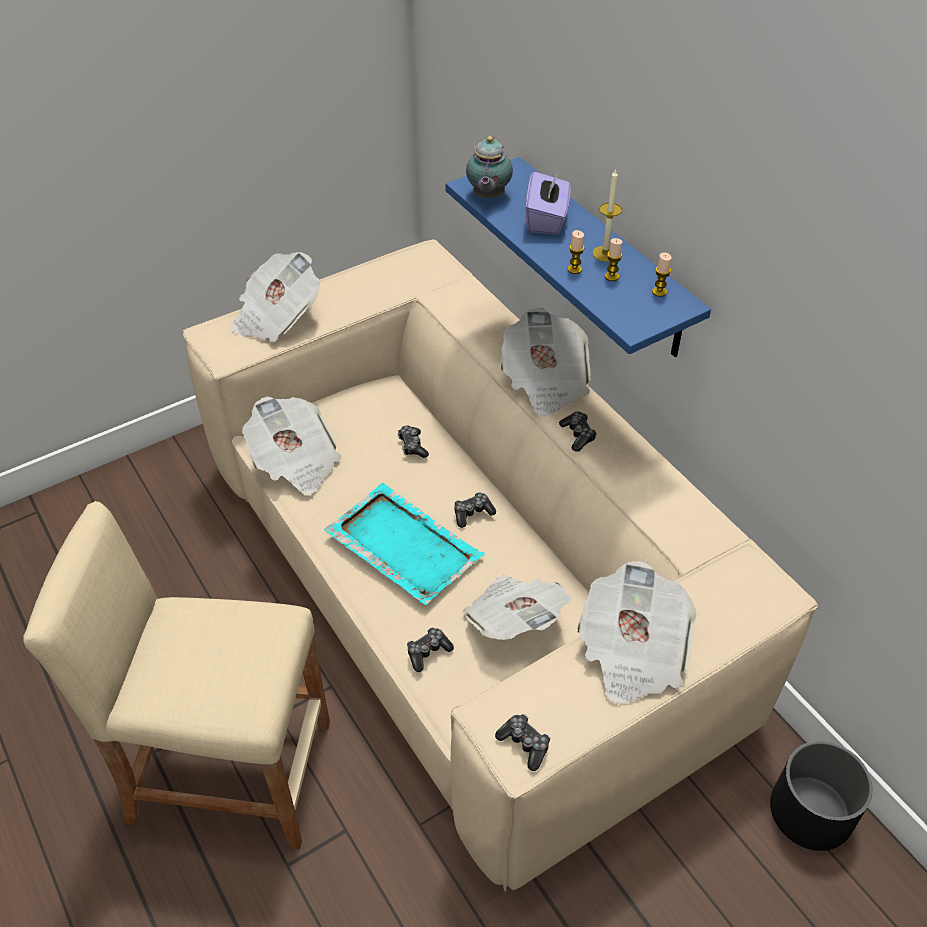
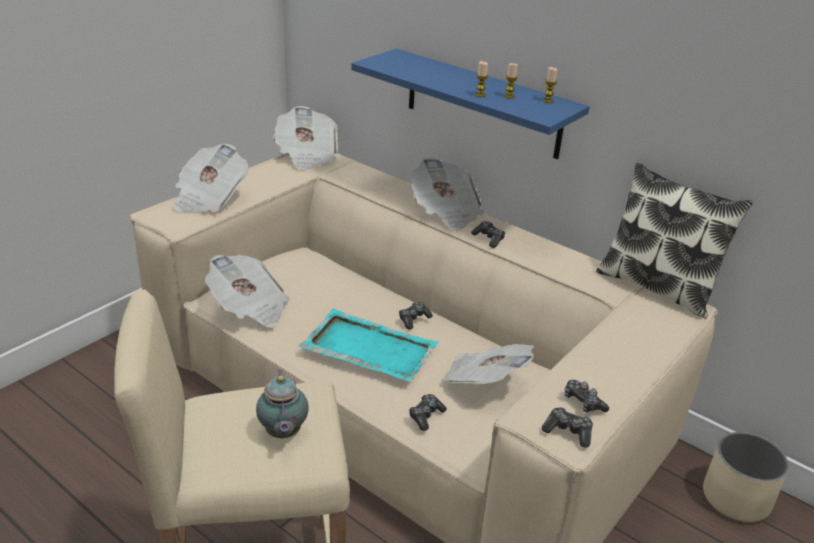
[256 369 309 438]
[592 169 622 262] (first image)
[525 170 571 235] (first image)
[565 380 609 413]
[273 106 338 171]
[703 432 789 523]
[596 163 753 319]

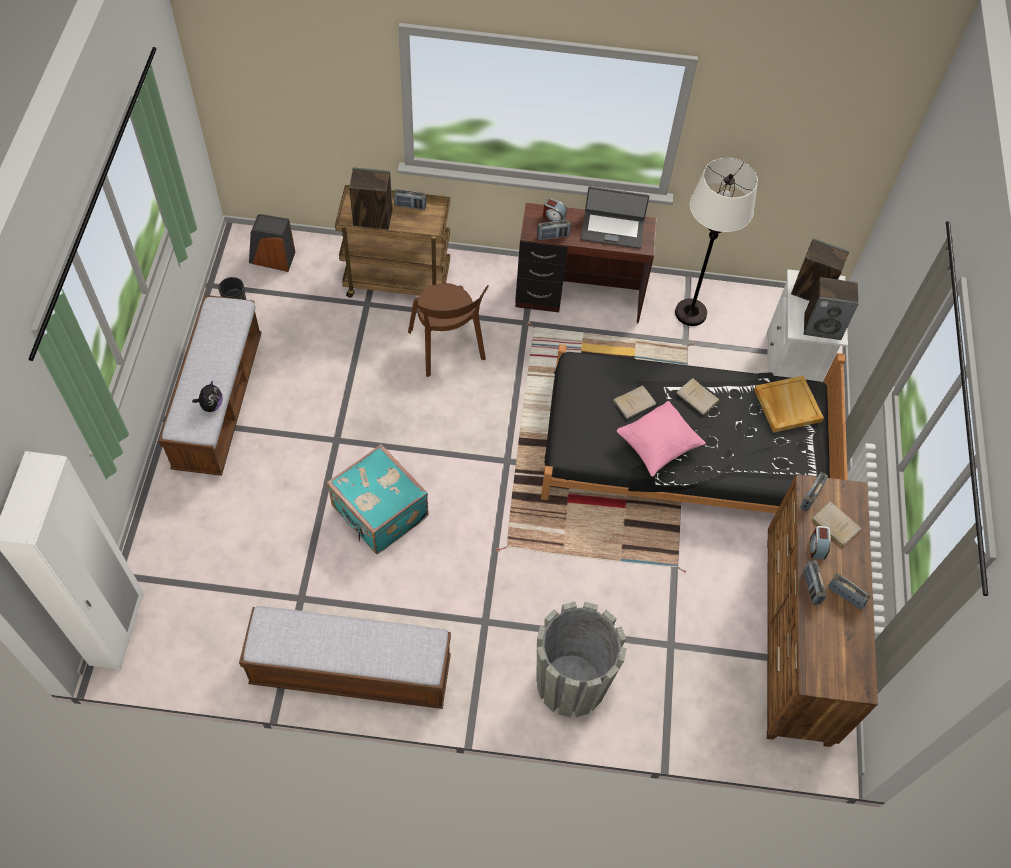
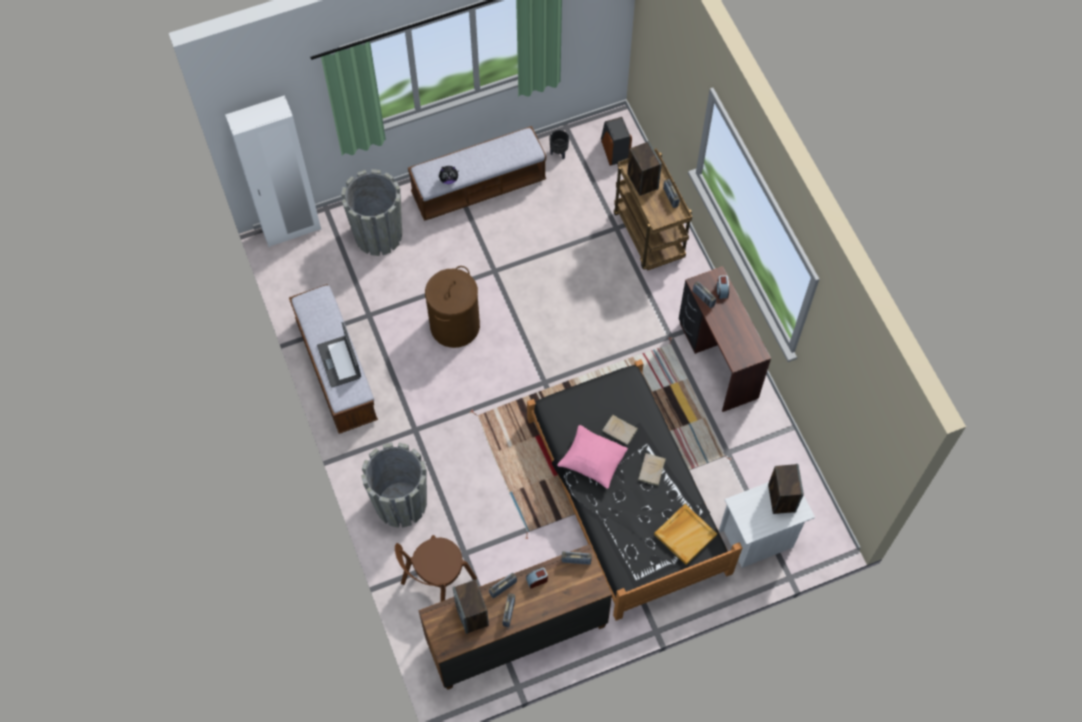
[675 158 758 326] (first image)
[317 322 361 388]
[453 580 489 634]
[395 535 477 602]
[425 266 480 348]
[812 501 861 547] (first image)
[341 169 402 256]

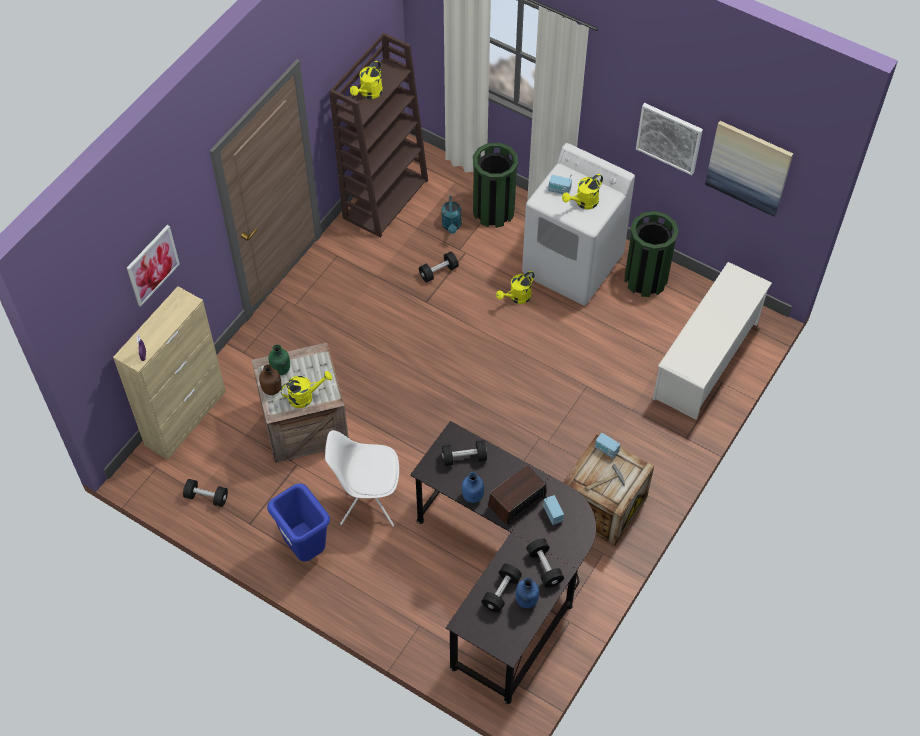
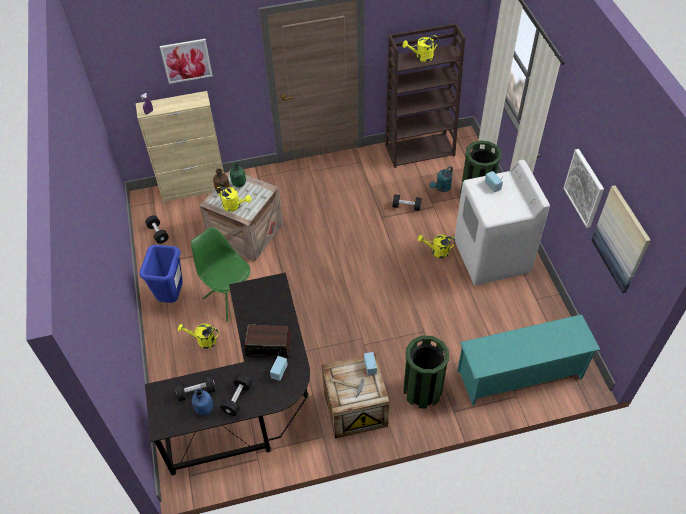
[178 324 219 349]
[404 336 449 409]
[457 314 601 406]
[191 227 251 322]
[442 440 487 466] (first image)
[462 472 484 503] (first image)

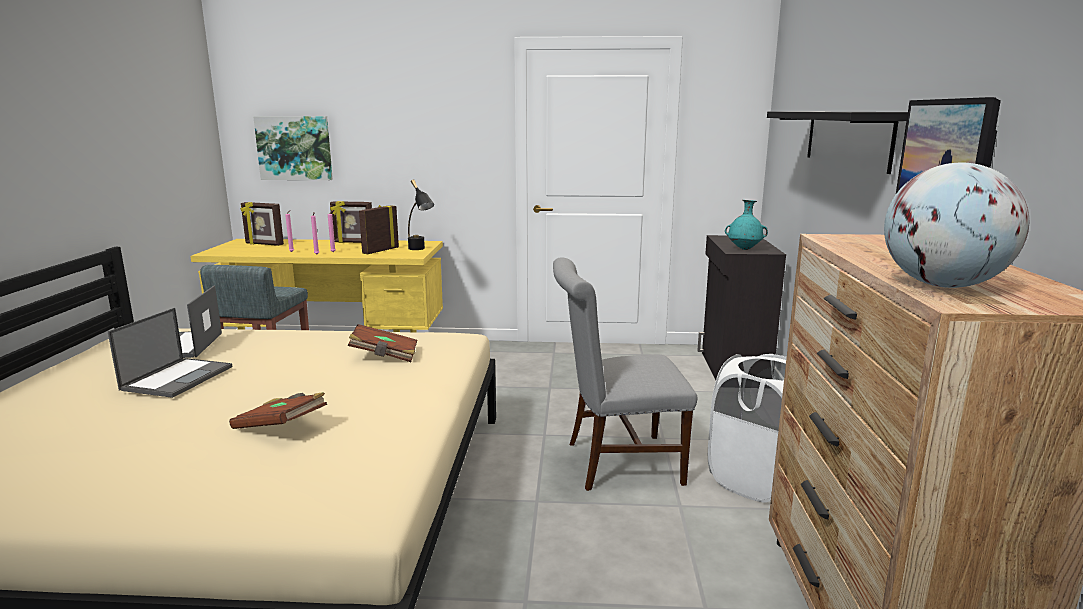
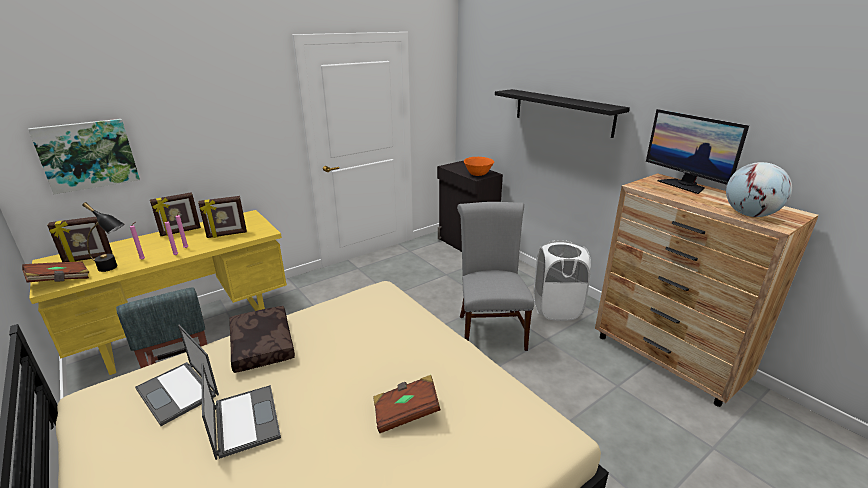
[82 202 124 272]
[464 157 494 176]
[198 196 247 238]
[457 202 534 351]
[22 262 89 283]
[229 306 295 373]

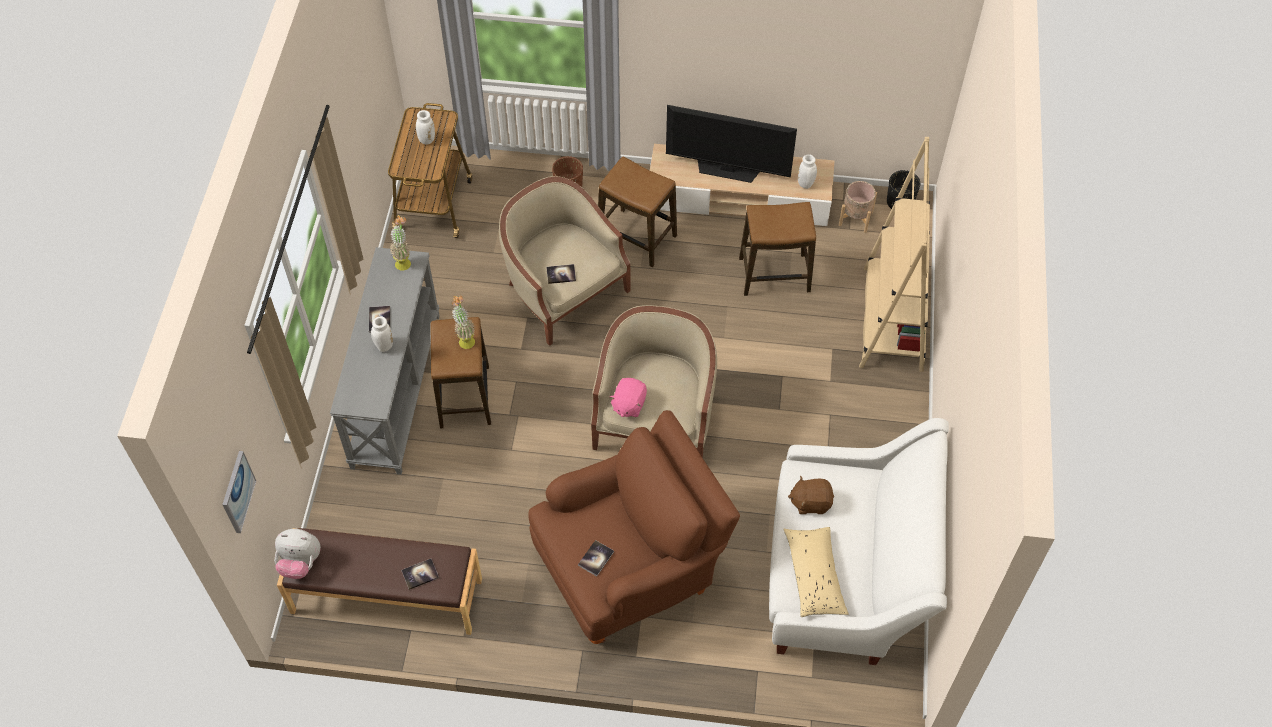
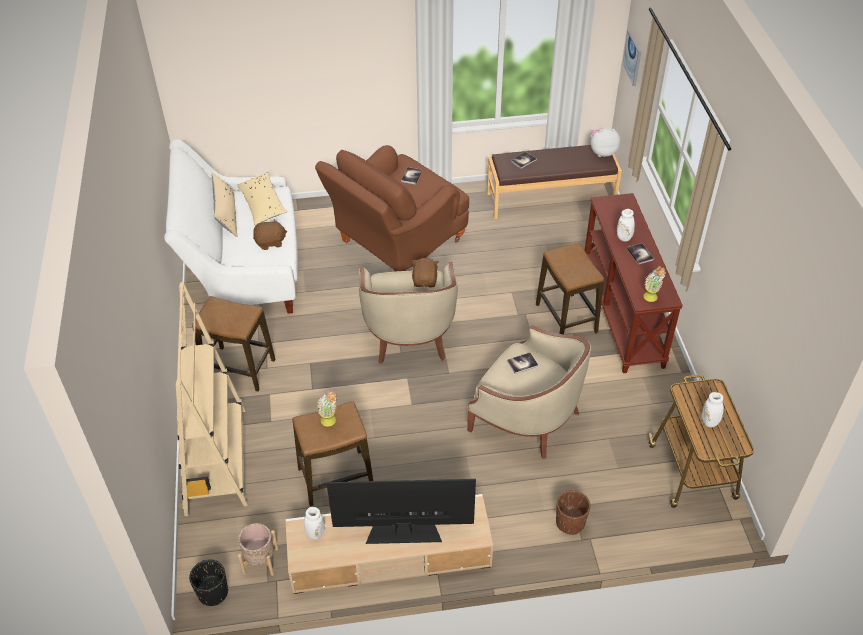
[192 296 276 392]
[585 193 683 373]
[317 391 337 427]
[412 258 439 287]
[212 173 237 237]

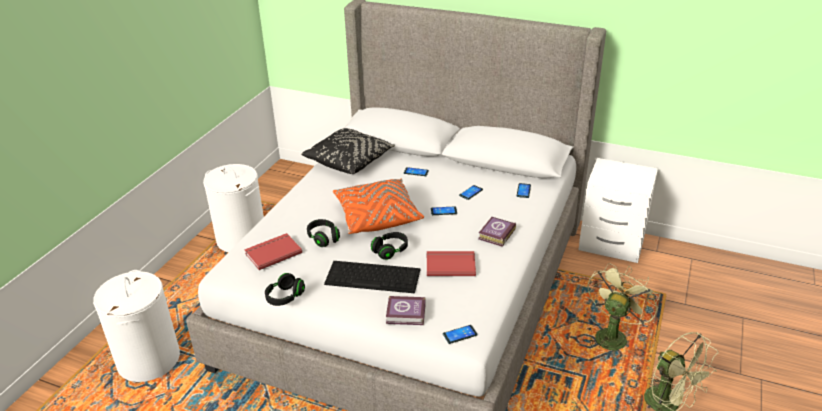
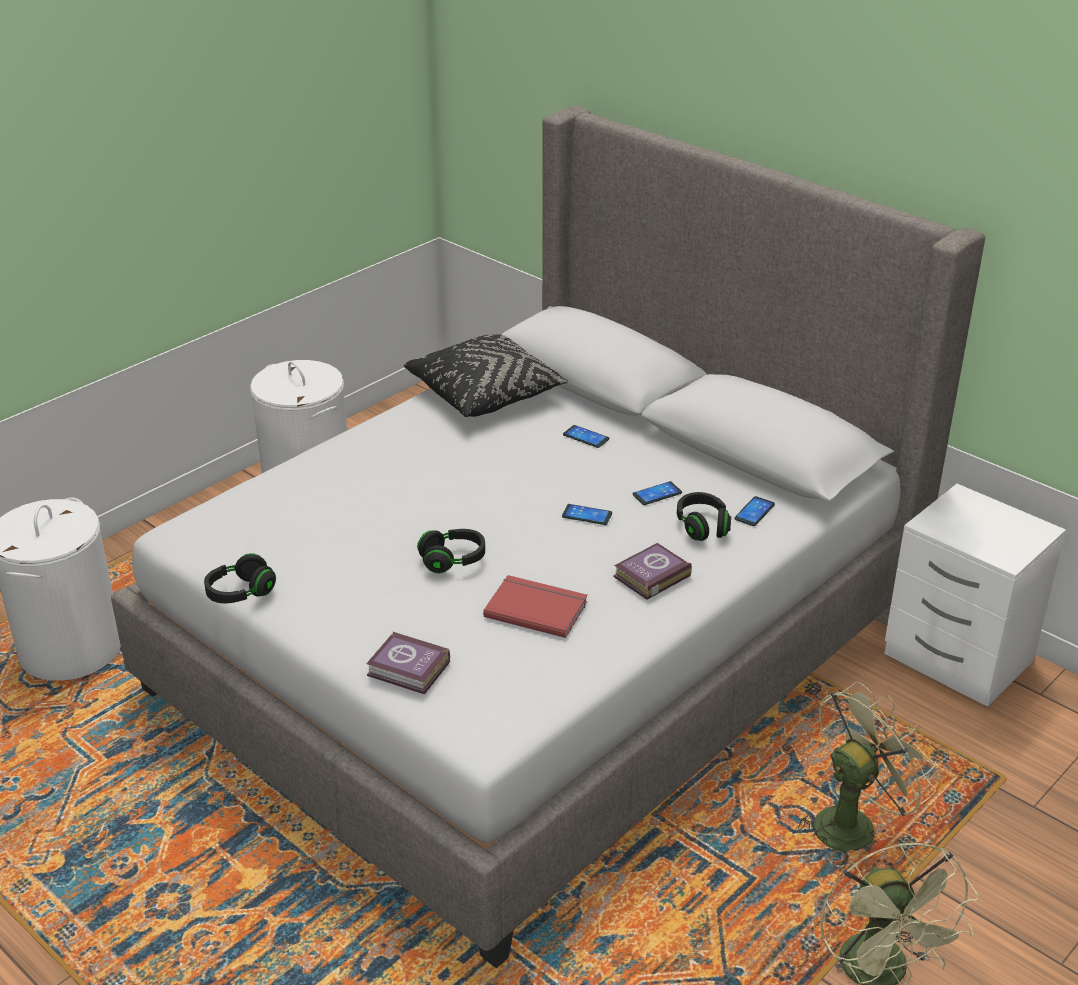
[333 178 424 234] (first image)
[677 492 731 541]
[244 233 302 270] (first image)
[324 261 421 293] (first image)
[443 325 477 344] (first image)

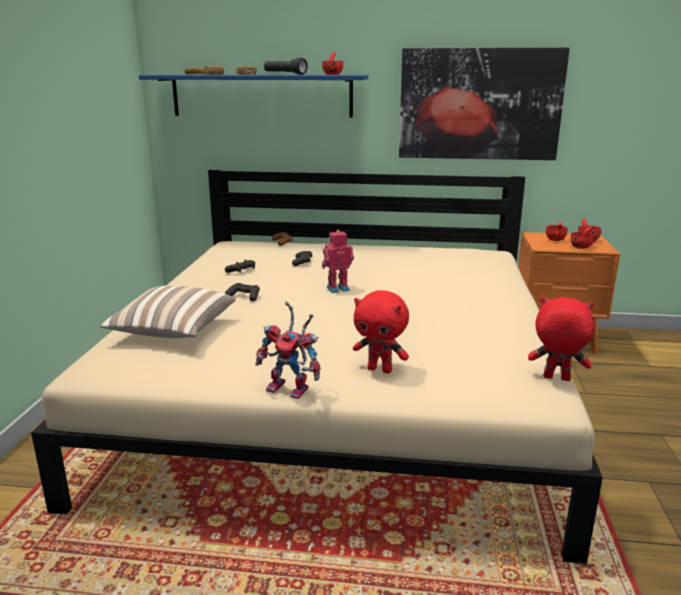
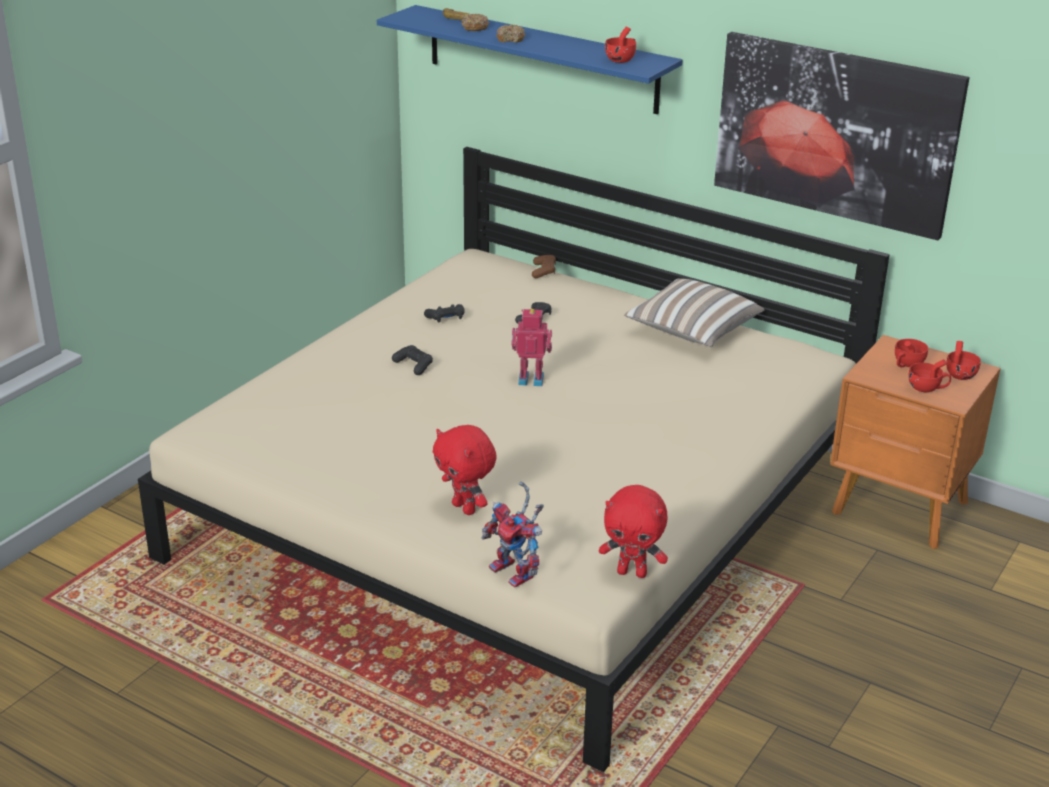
[264 58 308 75] (first image)
[624 278 765 347]
[599 485 668 578]
[482 481 544 588]

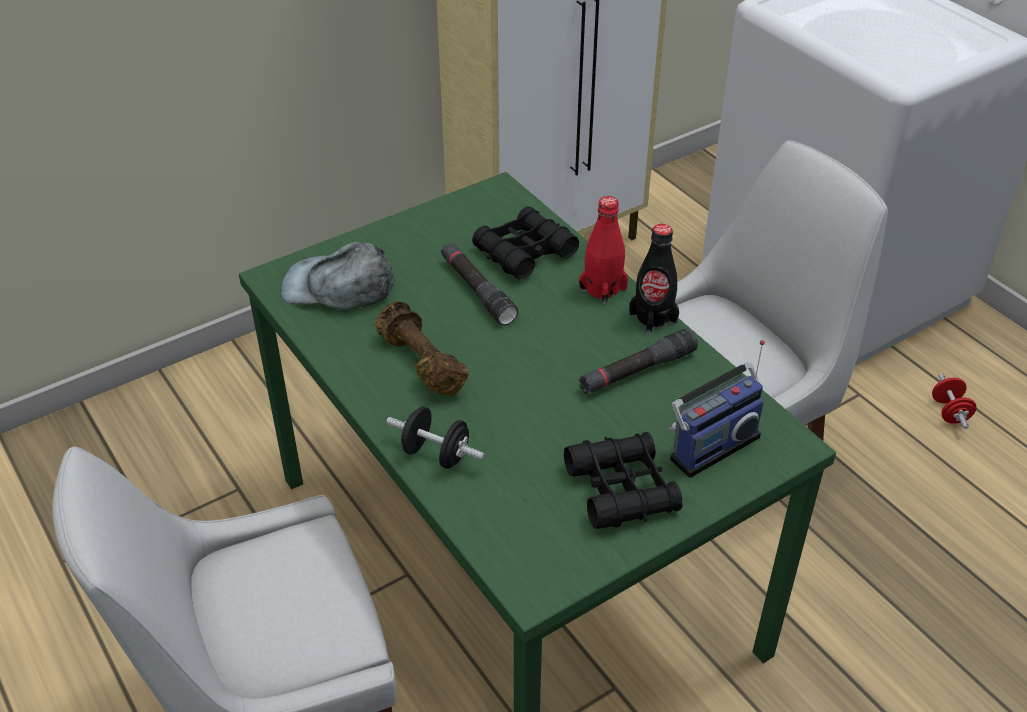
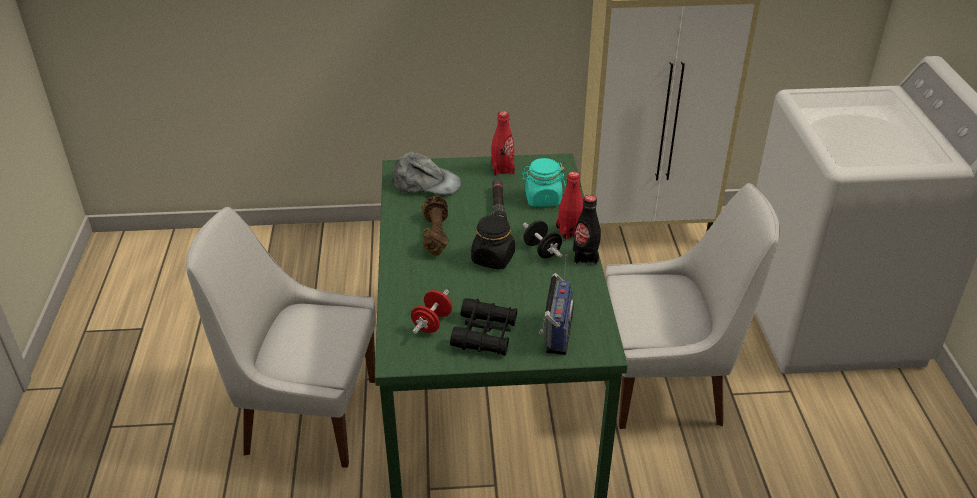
[521 158 566 207]
[392 152 462 195]
[579 328 698 394] (first image)
[539 254 574 355]
[411 290 452 334]
[523 221 562 258]
[491 111 515 176]
[471 213 515 270]

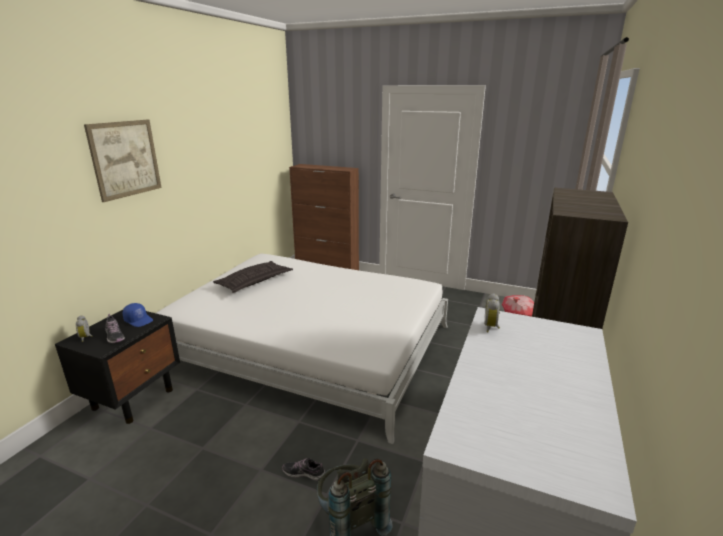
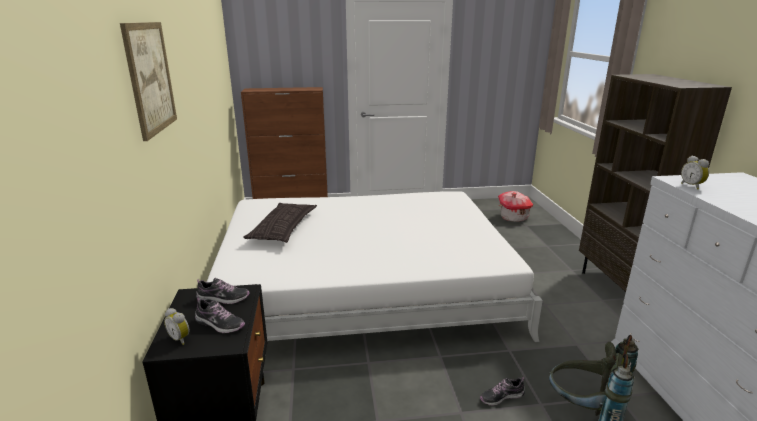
[196 278 250 304]

